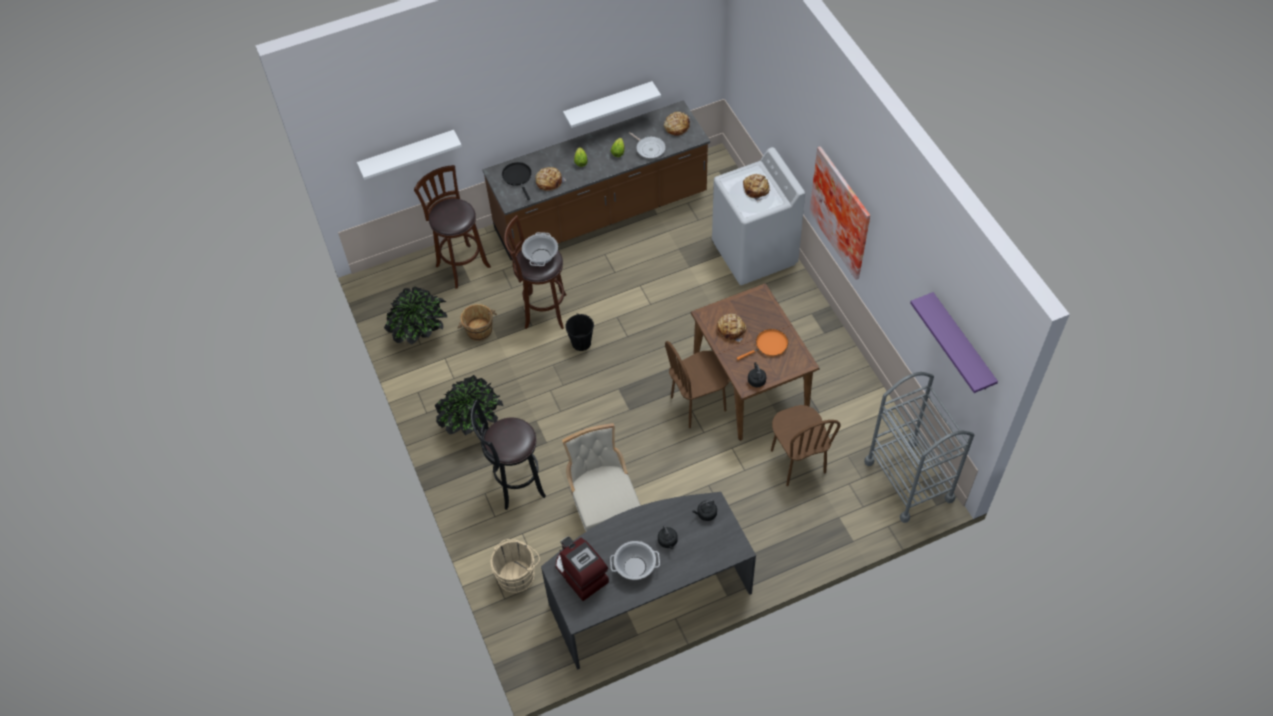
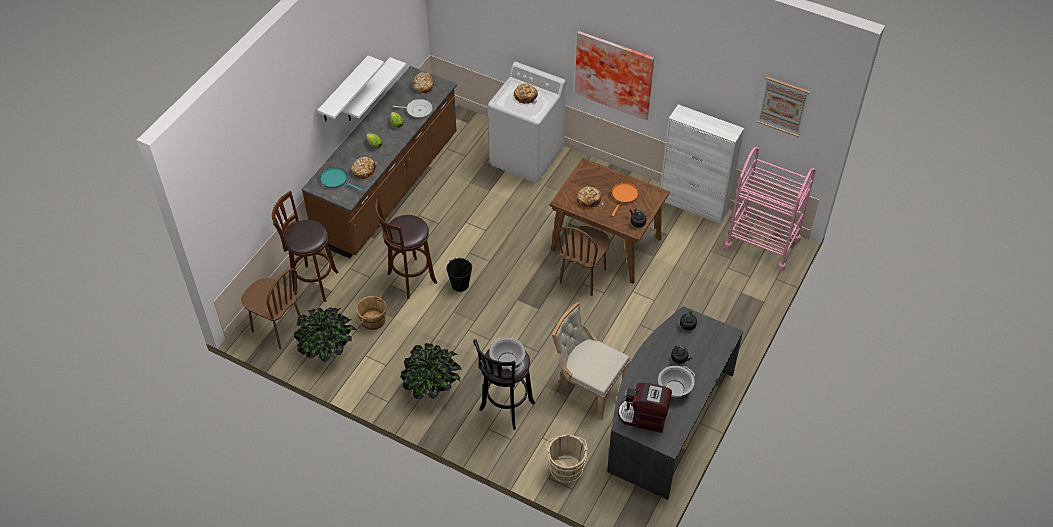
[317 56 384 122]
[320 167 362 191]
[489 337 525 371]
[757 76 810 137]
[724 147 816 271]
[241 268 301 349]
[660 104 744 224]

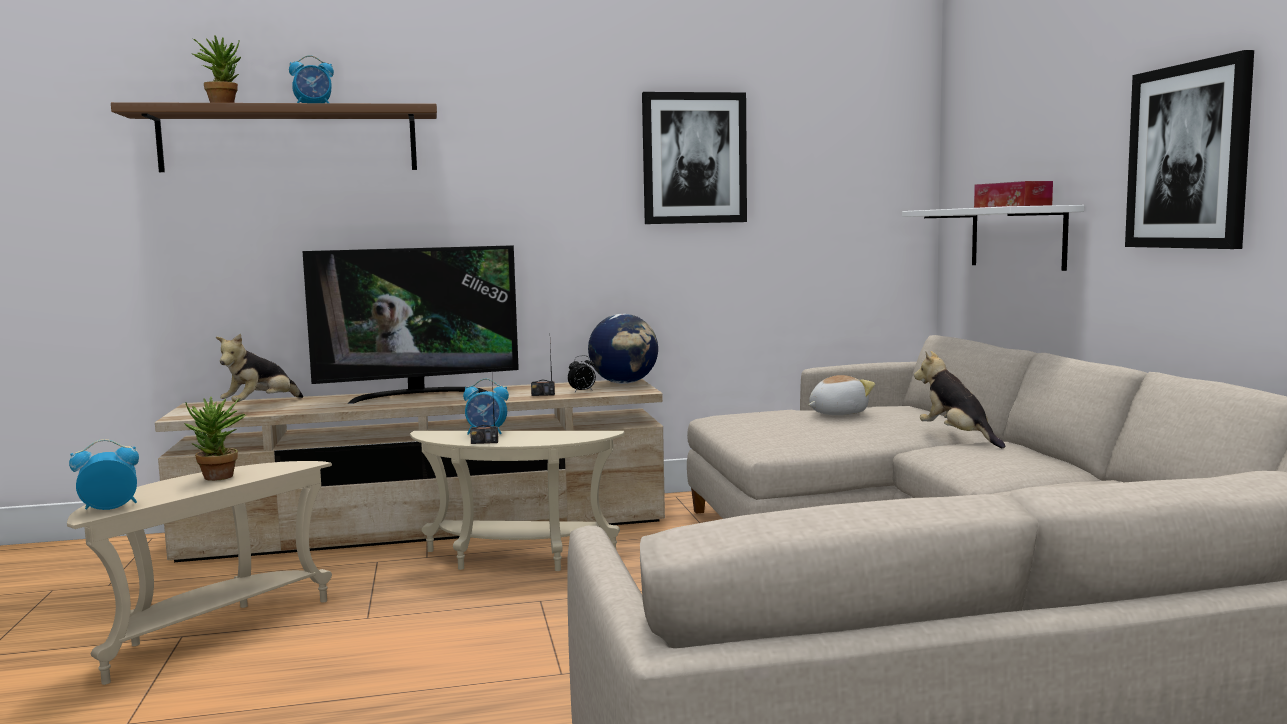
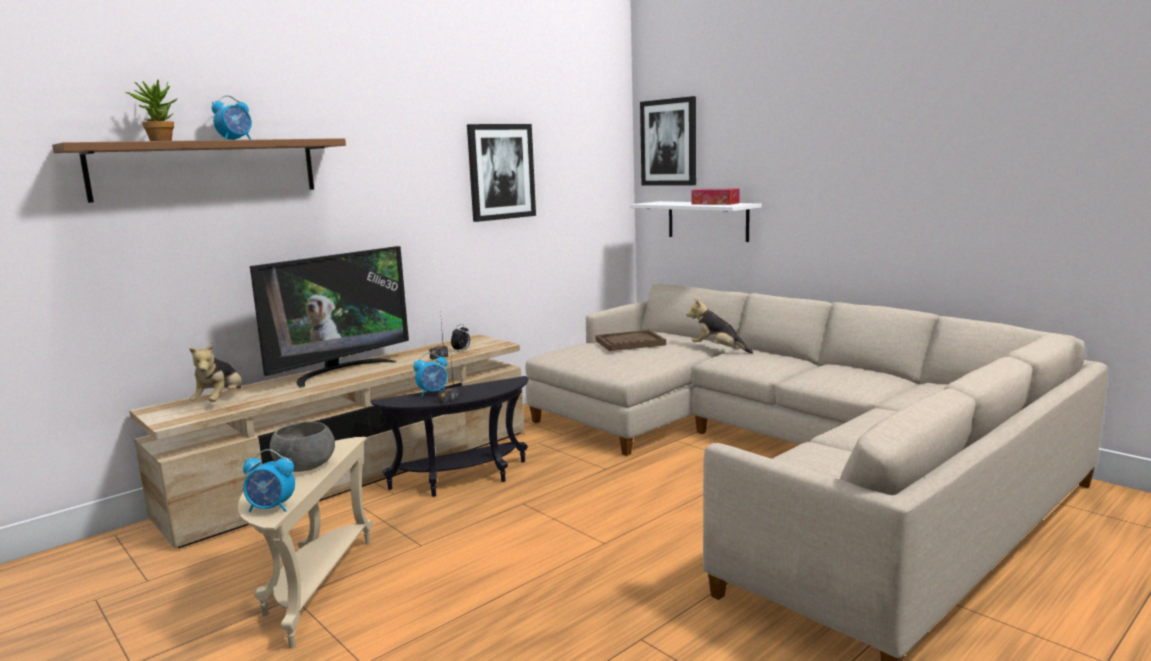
[640 96 696 185]
[588 314 658 384] (first image)
[595 330 666 351]
[270 421 335 472]
[370 376 529 497]
[243 449 295 512]

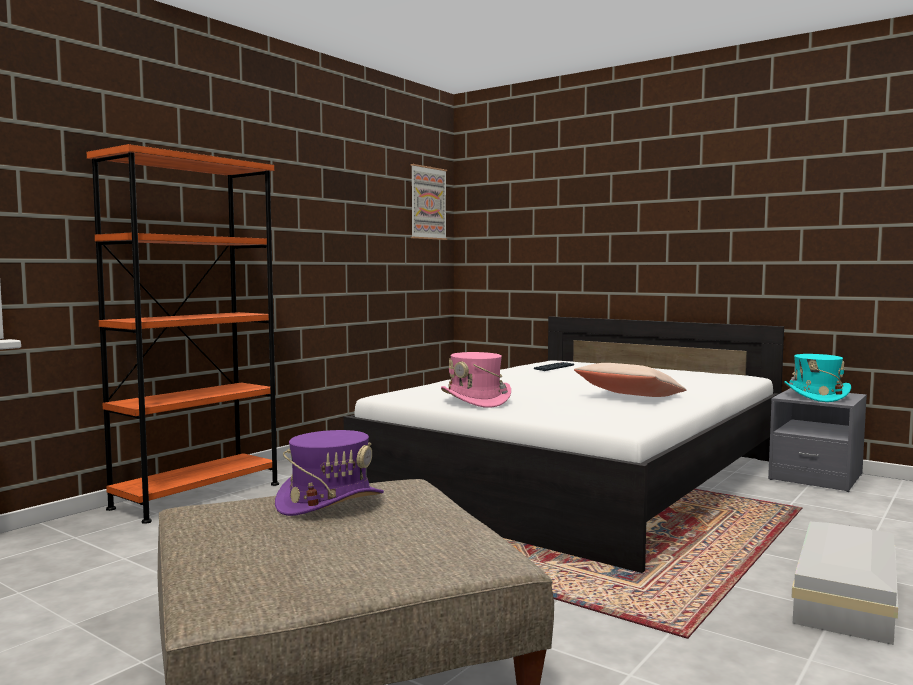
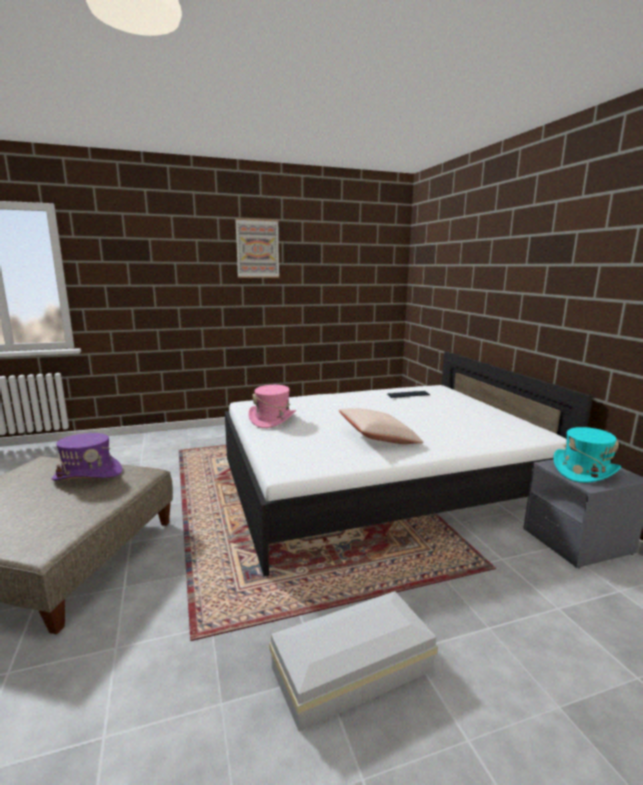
[87 144 279 524] (first image)
[235 218 279 278]

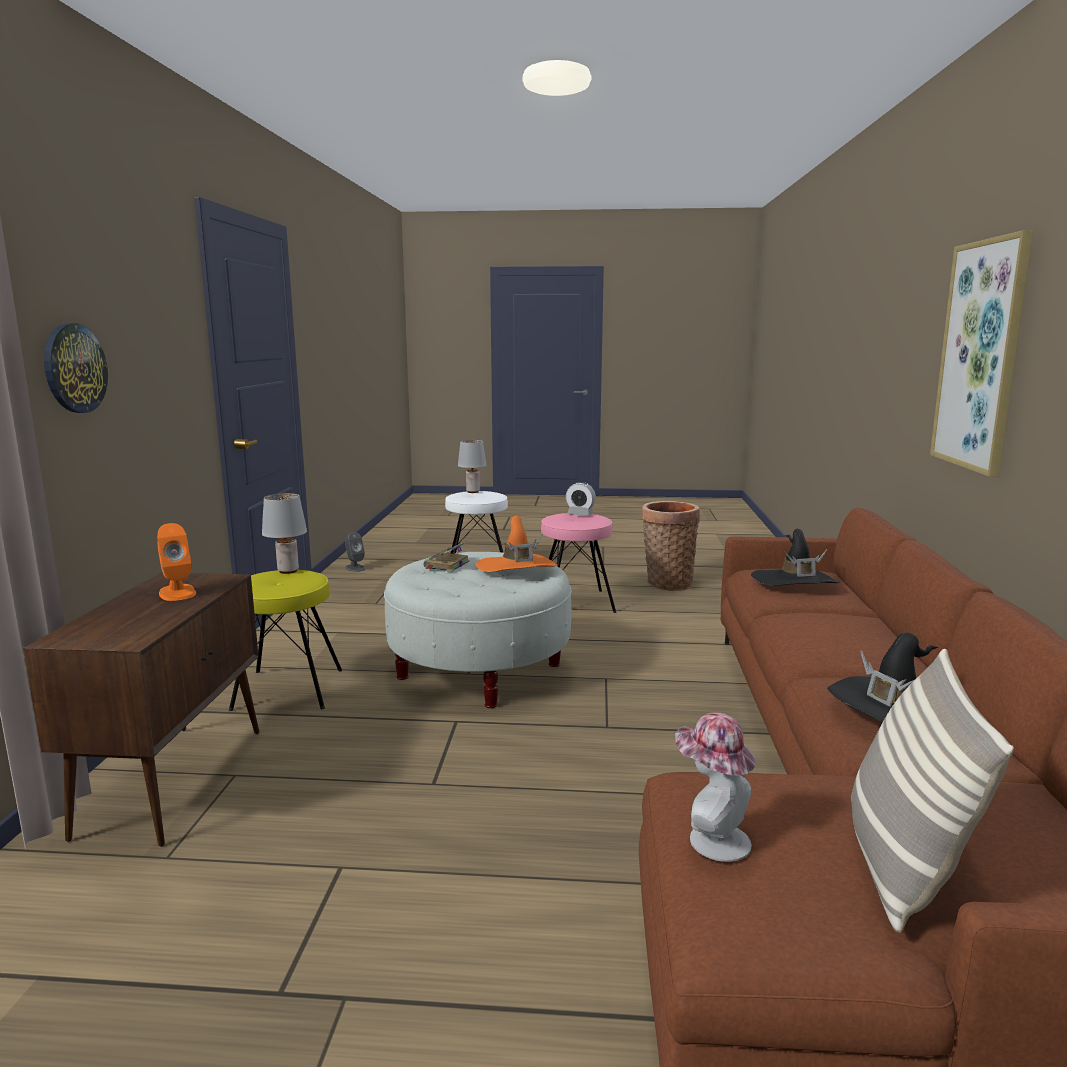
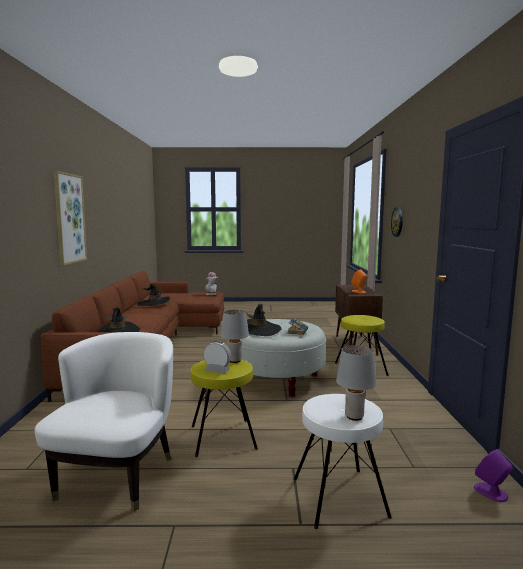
[221 310 249 363]
[35 332 173 511]
[191 360 258 457]
[247 304 281 336]
[474 449 512 502]
[851 649 1014 933] (first image)

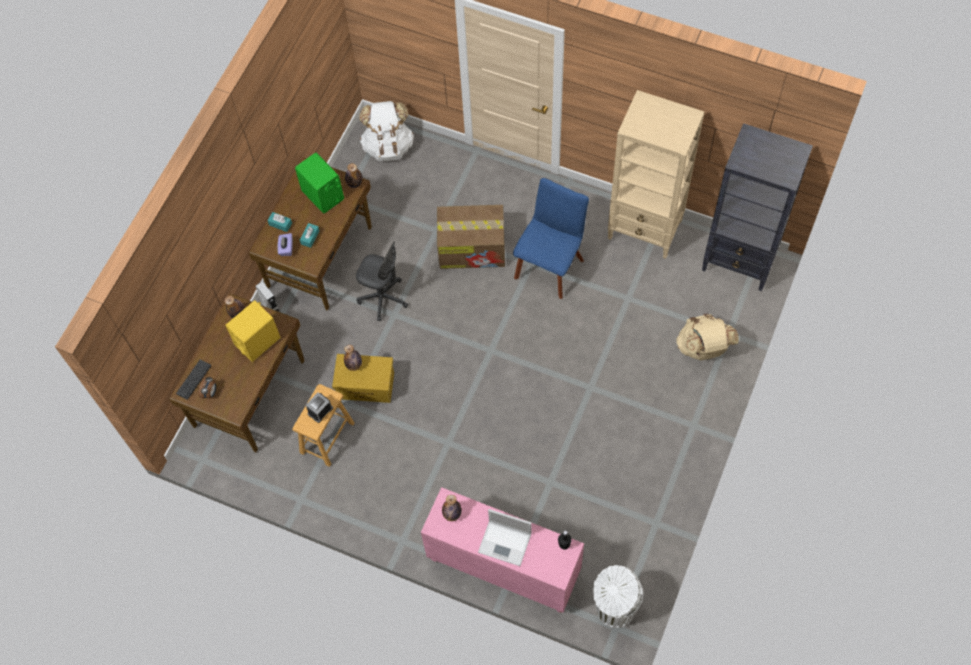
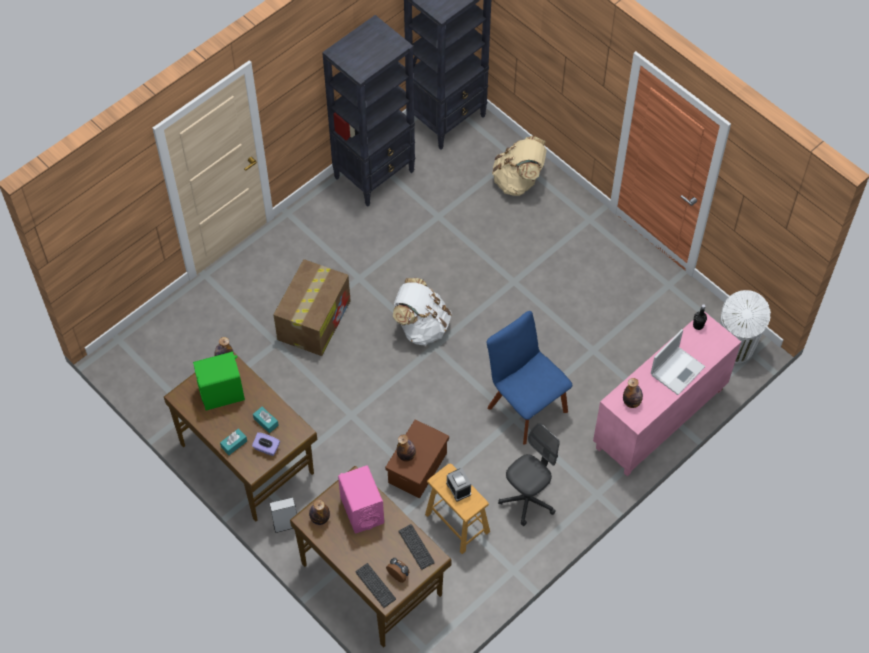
[322 15 415 207]
[393 278 452 346]
[487 311 572 445]
[498 423 559 526]
[338 466 384 533]
[385 419 449 499]
[399 524 435 570]

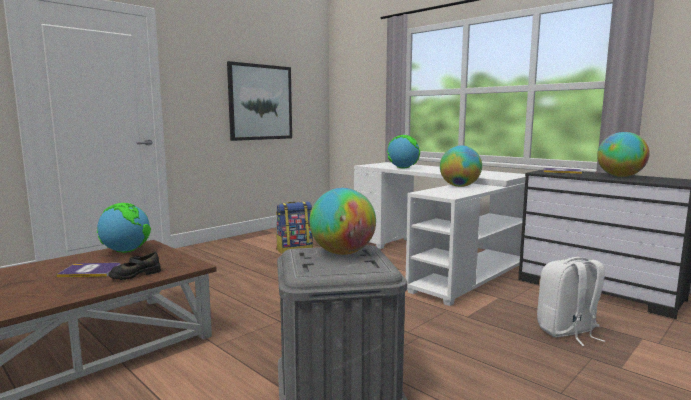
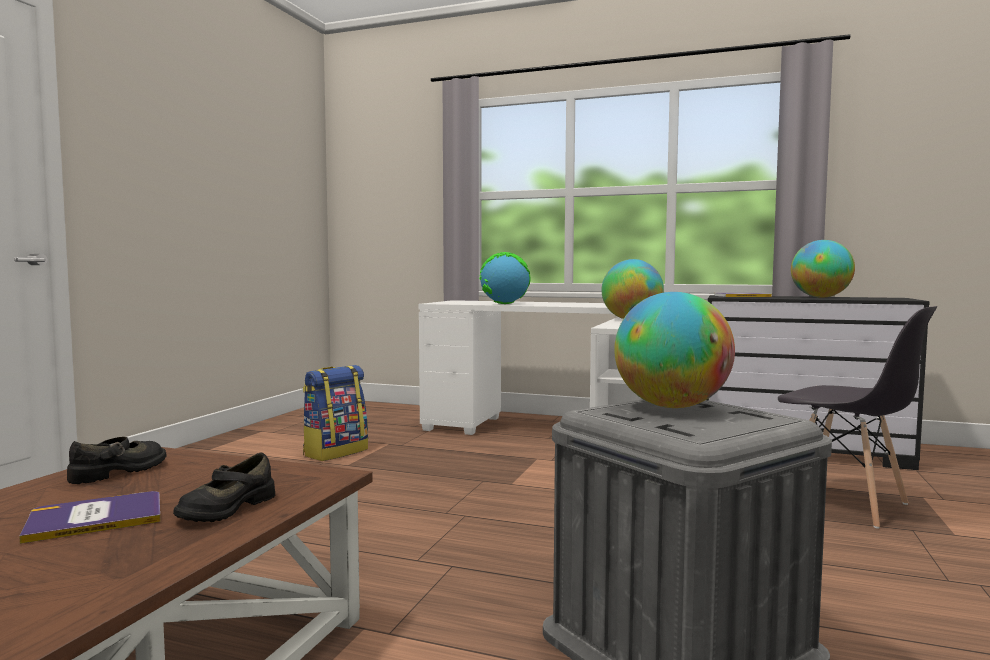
[227 61 292 141] (first image)
[67 437 167 484]
[778 306 937 529]

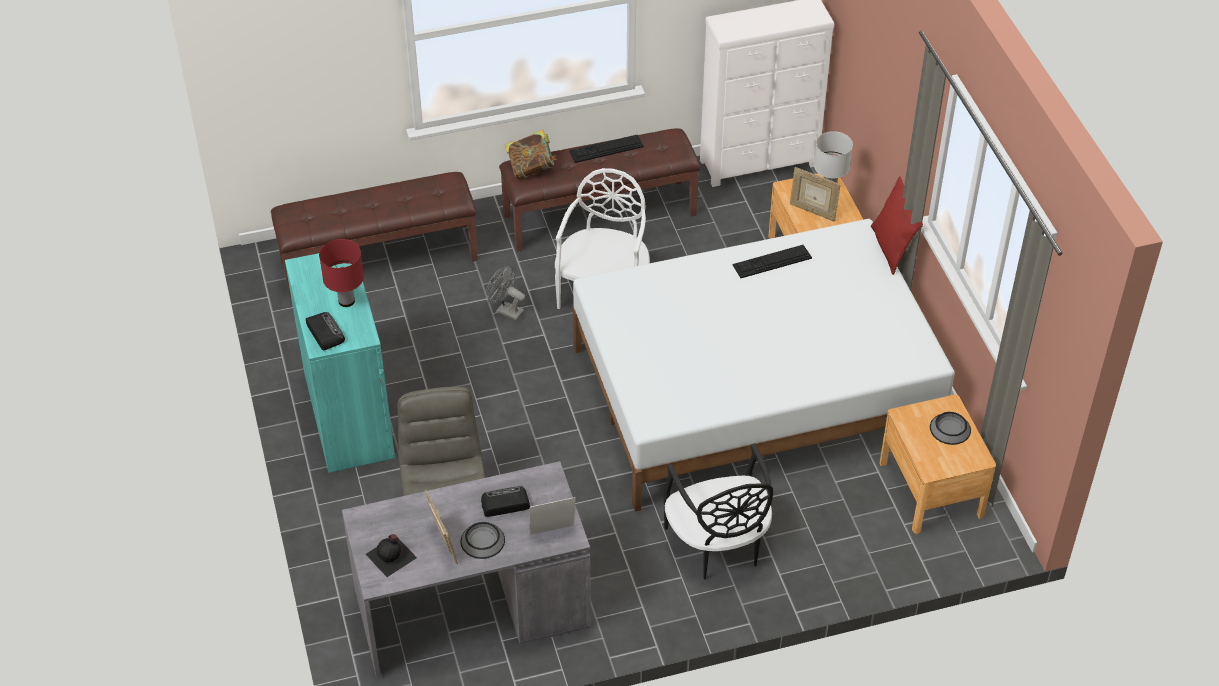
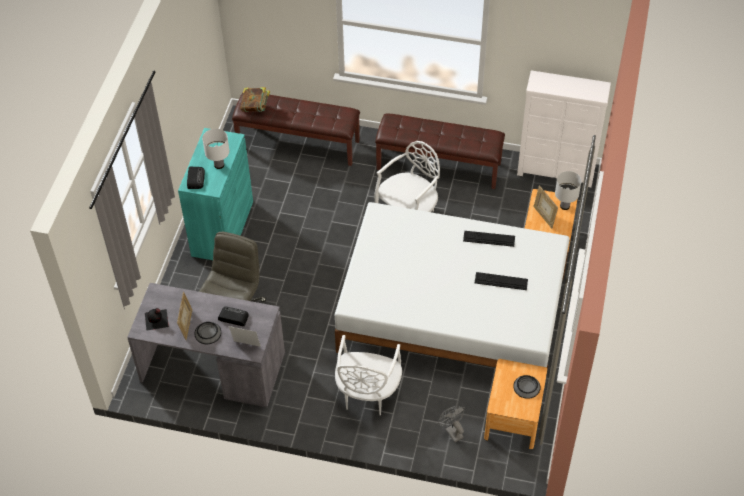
[240 87 270 112]
[475 272 528 290]
[871 176 923 275] (first image)
[202 128 230 169]
[438 406 465 442]
[335 335 402 415]

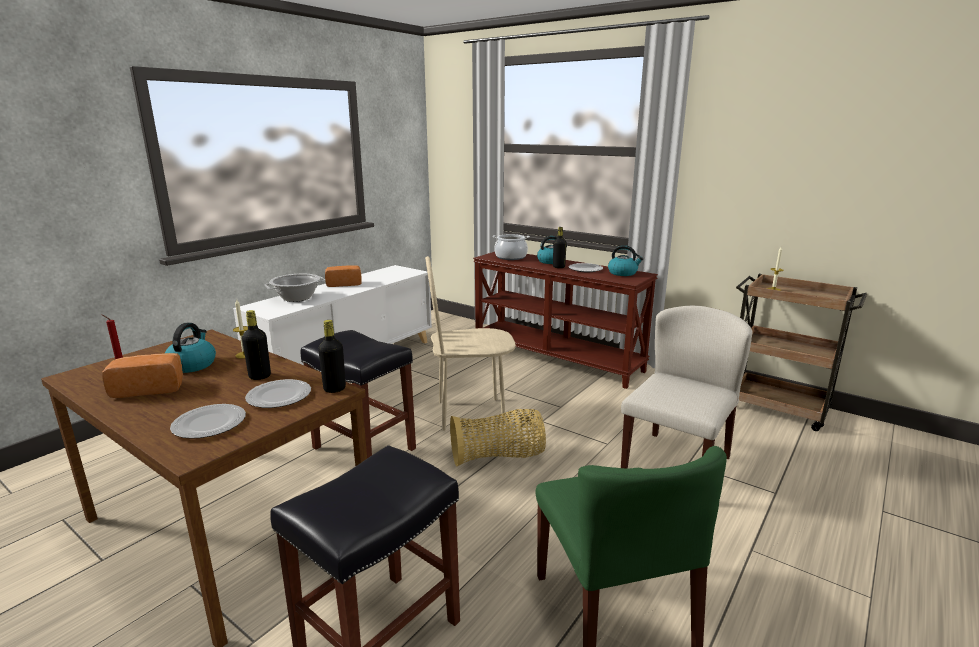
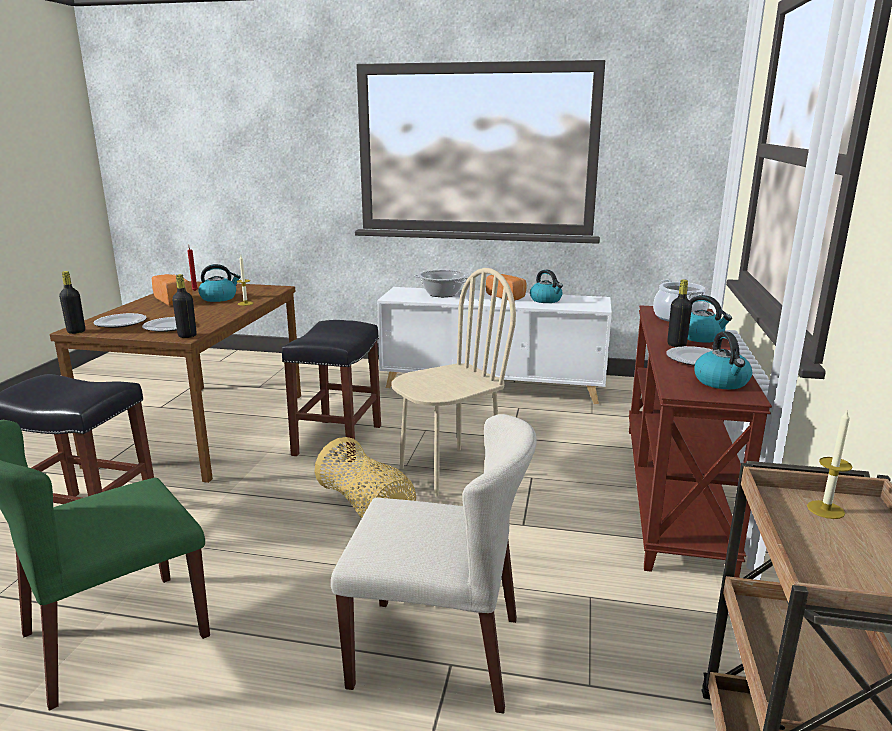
[392 268 516 497]
[59 271 85 334]
[530 269 563 303]

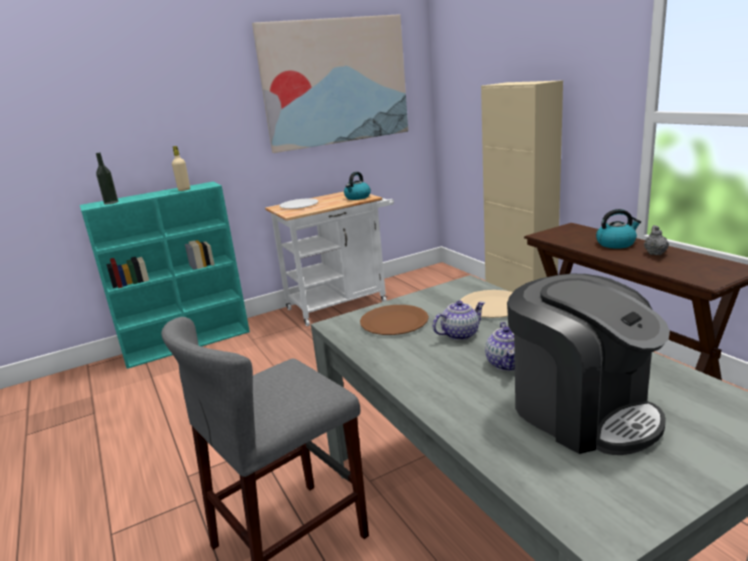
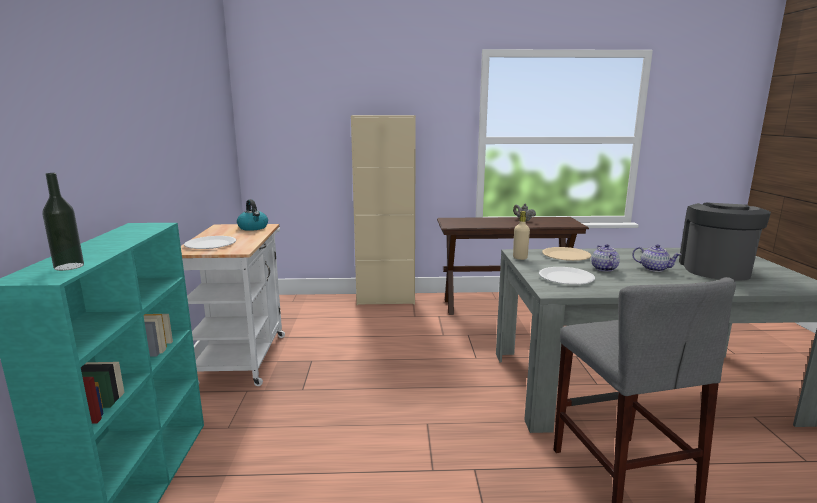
[252 14 408 153] (first image)
[513 211 530 260]
[596 209 641 249] (first image)
[679 202 771 281]
[539 267 595 285]

